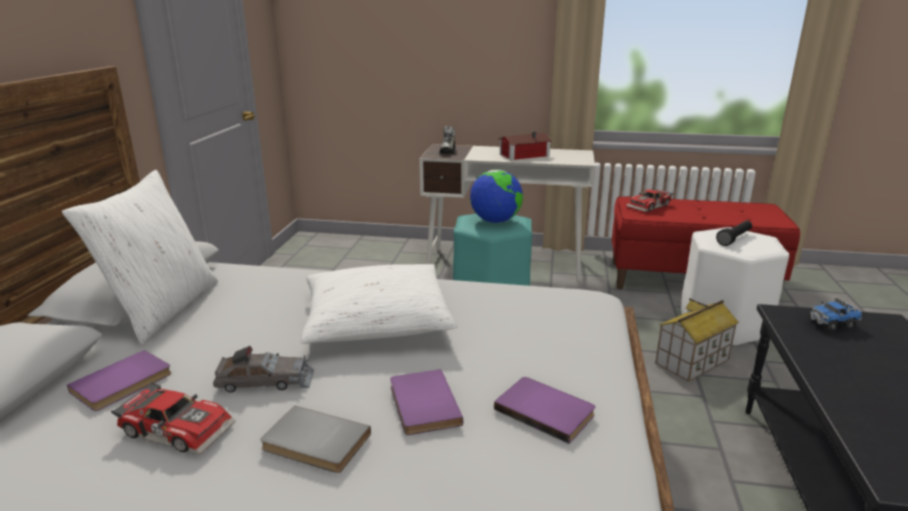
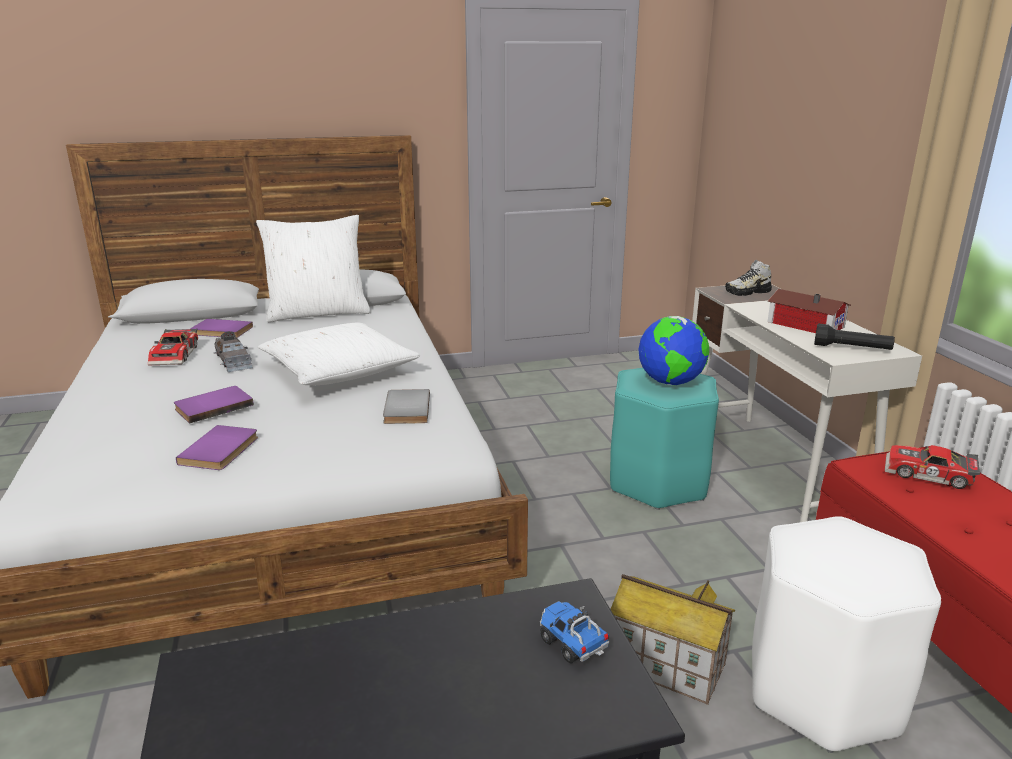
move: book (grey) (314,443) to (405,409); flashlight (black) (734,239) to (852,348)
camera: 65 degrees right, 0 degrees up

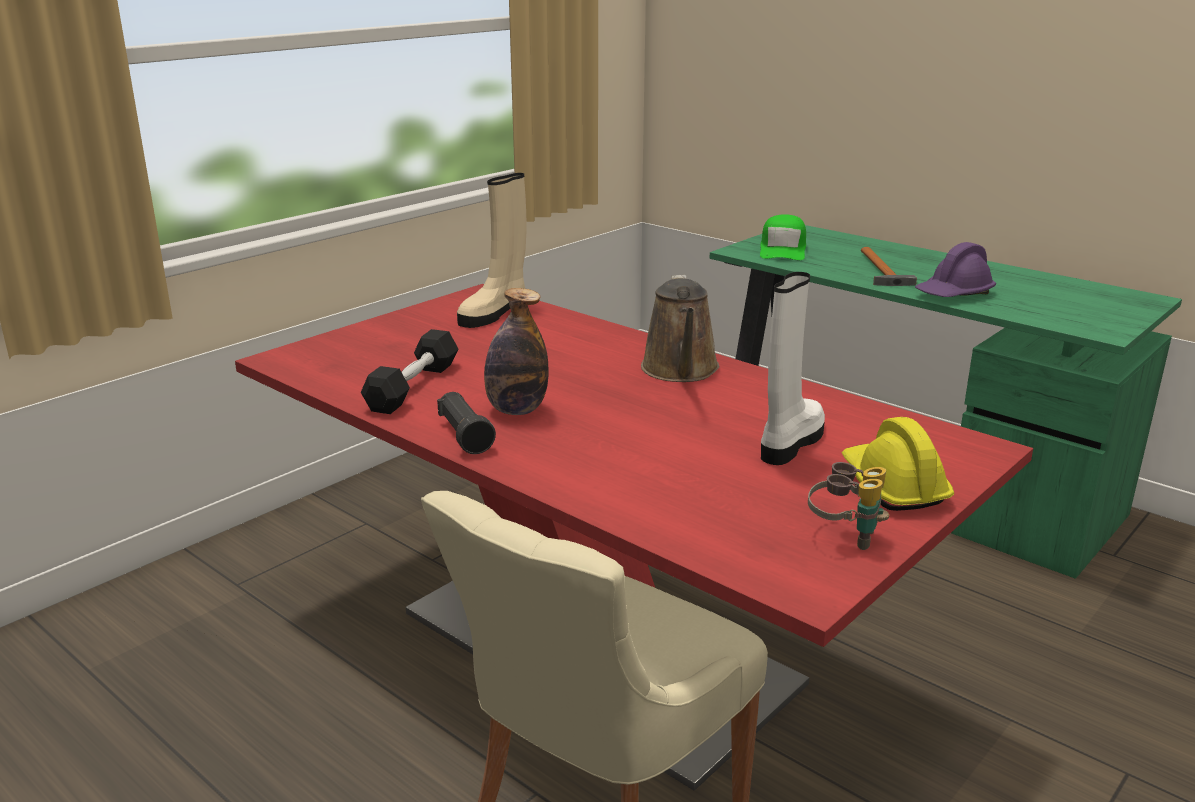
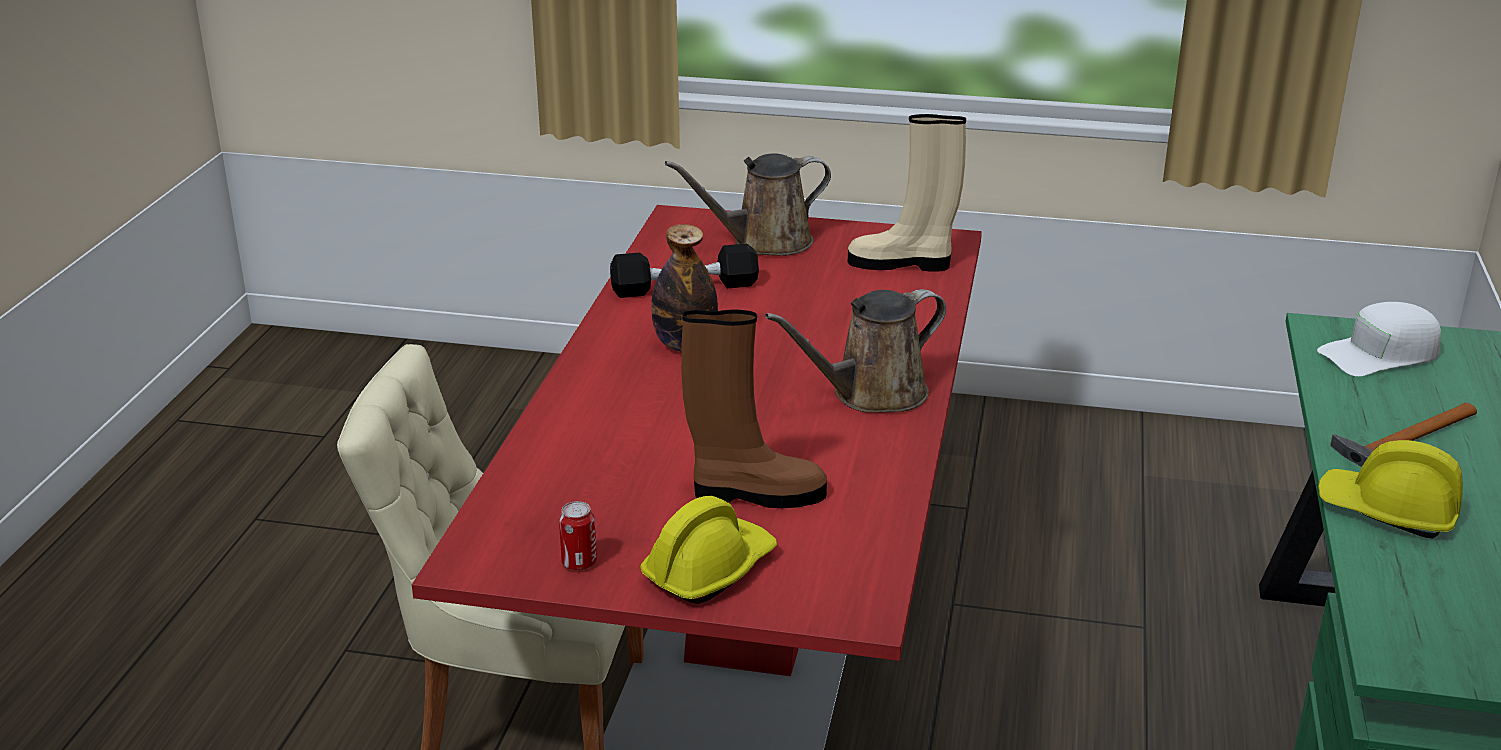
delete: flashlight (black) (464,436)
insert: watering can (brown) (765,242)
replace: binoculars (845,536) to can (579,562)
recolor: boot (white) (790,442) to boot (brown) (755,494); cap (green) (783,249) to cap (white) (1380,354); hard hat (purple) (954,294) to hard hat (yellow) (1387,512)
camera: 60 degrees right, 5 degrees up

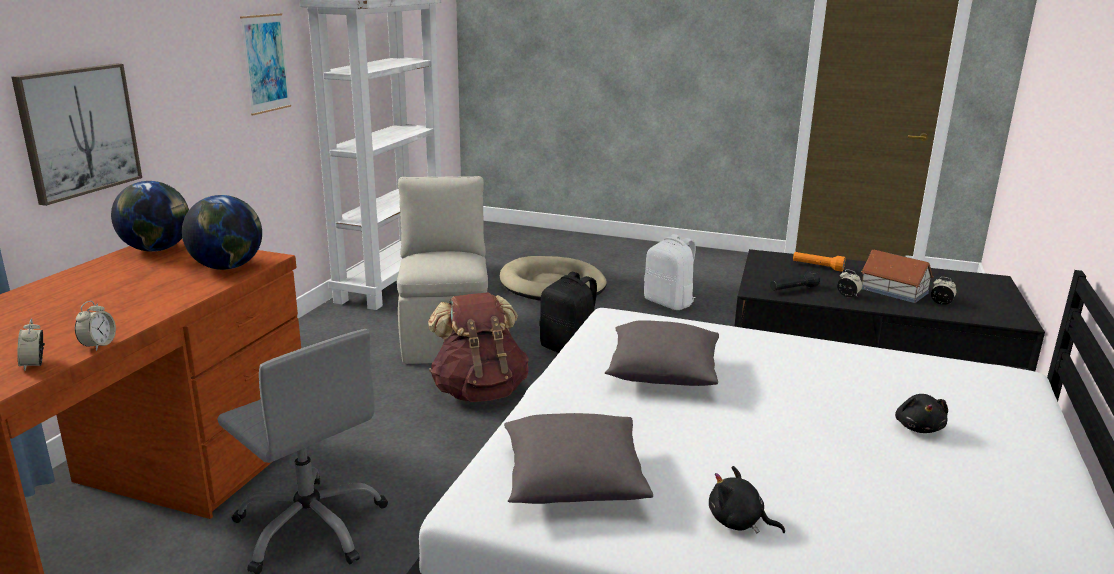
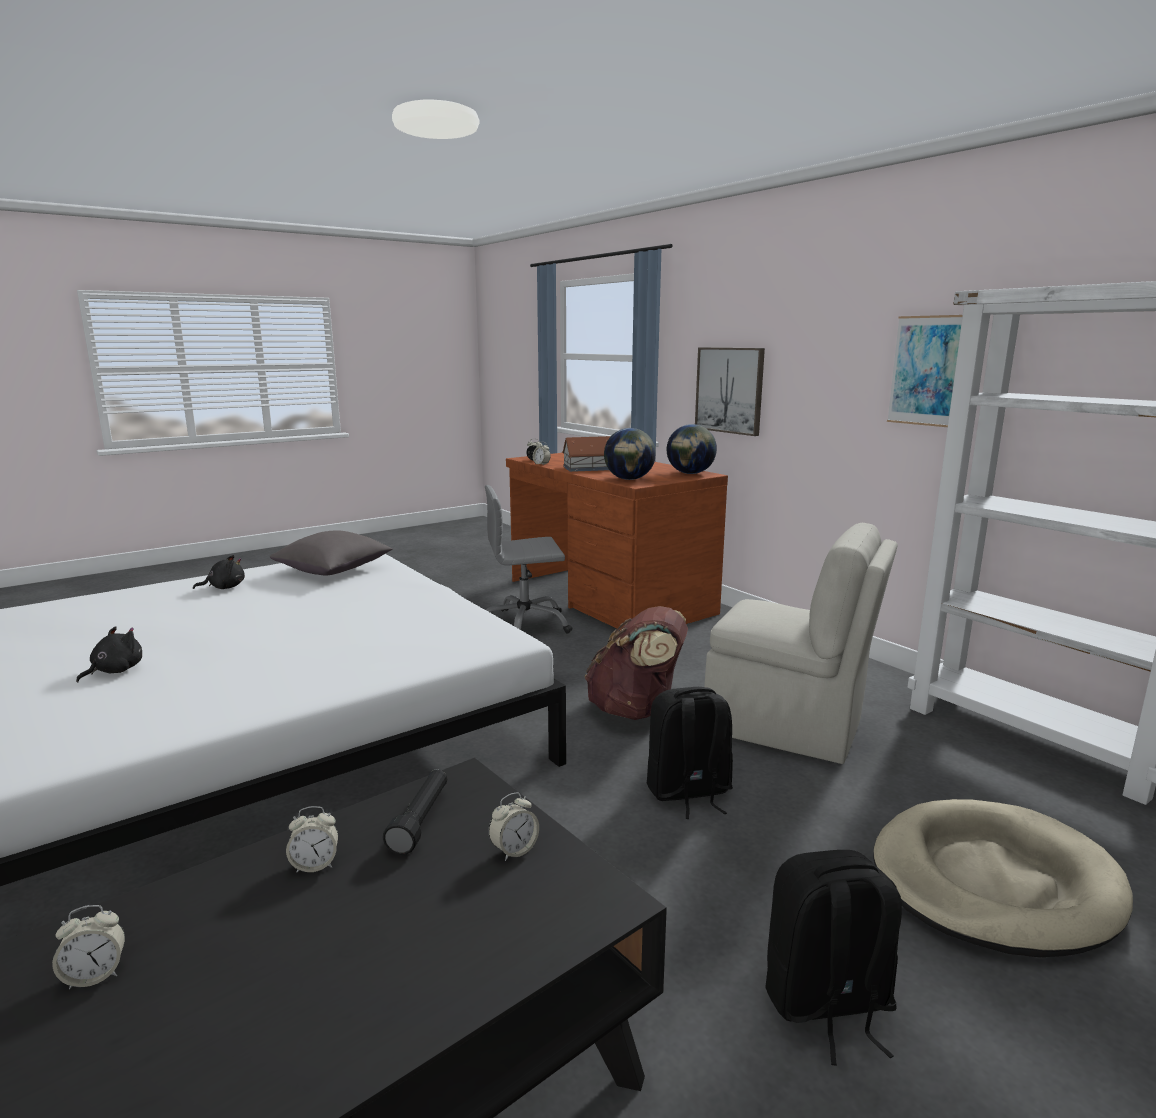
delete: pillow (grey) (662,374); flashlight (orange) (817,267)
insert: alarm clock (514,850)
move: toy house (893,290) to (589,468)
recolor: backpack (white) (669,303) to backpack (black) (827,1004)
rotate: plush toy (black) (918,427) = (115,671) 75 degrees clockwise
camera: 125 degrees right, 5 degrees down

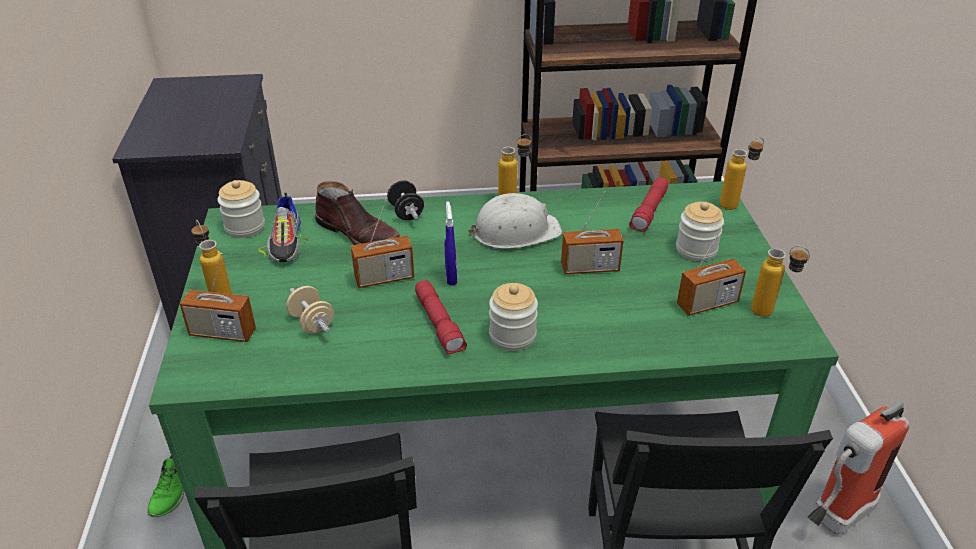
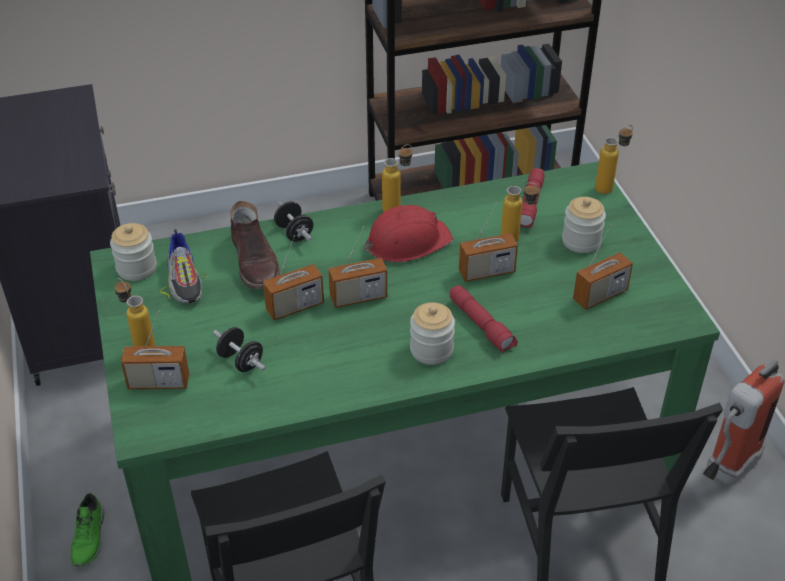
move: flashlight (red) (440,324) to (482,325); bottle (770,314) to (517,241)
replace: spray bottle (blue) (451,277) to radio (358,297)
recolor: dumbbell (beige) (312,323) to dumbbell (black) (241,361); hard hat (white) (515,231) to hard hat (red) (407,241)
rotate: boot (brown) (360,234) = (255,262) 45 degrees clockwise
camera: 10 degrees left, 5 degrees up

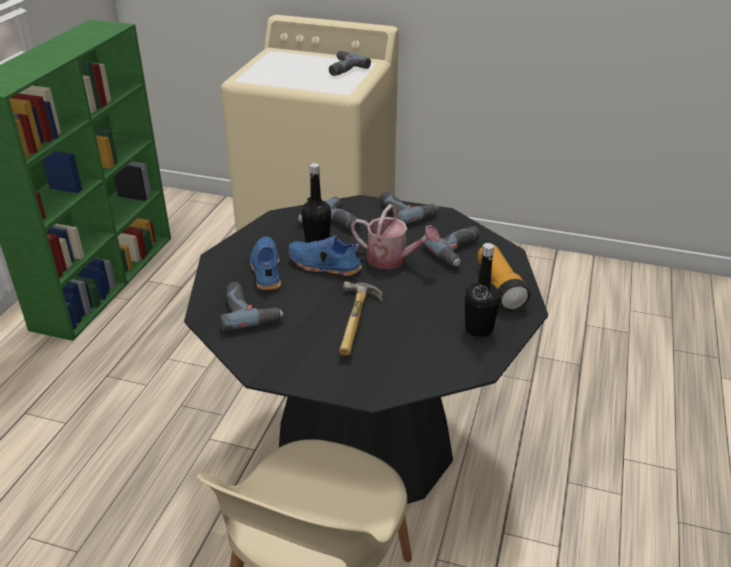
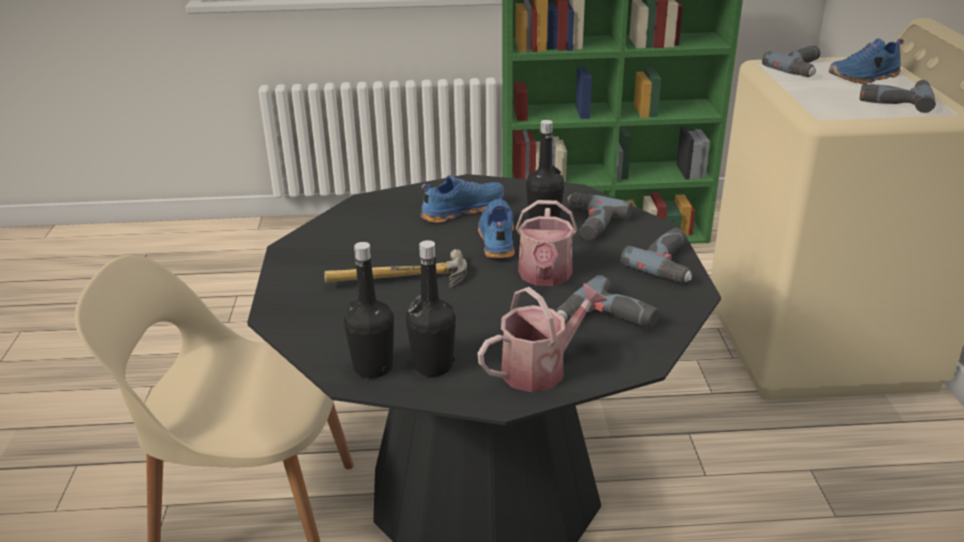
insert: bottle (black) (373,367); shoe (blue) (864,78)
move: power drill (250,311) to (803,68)
replace: flashlight (499,288) to watering can (541,368)
camera: 70 degrees right, 5 degrees down

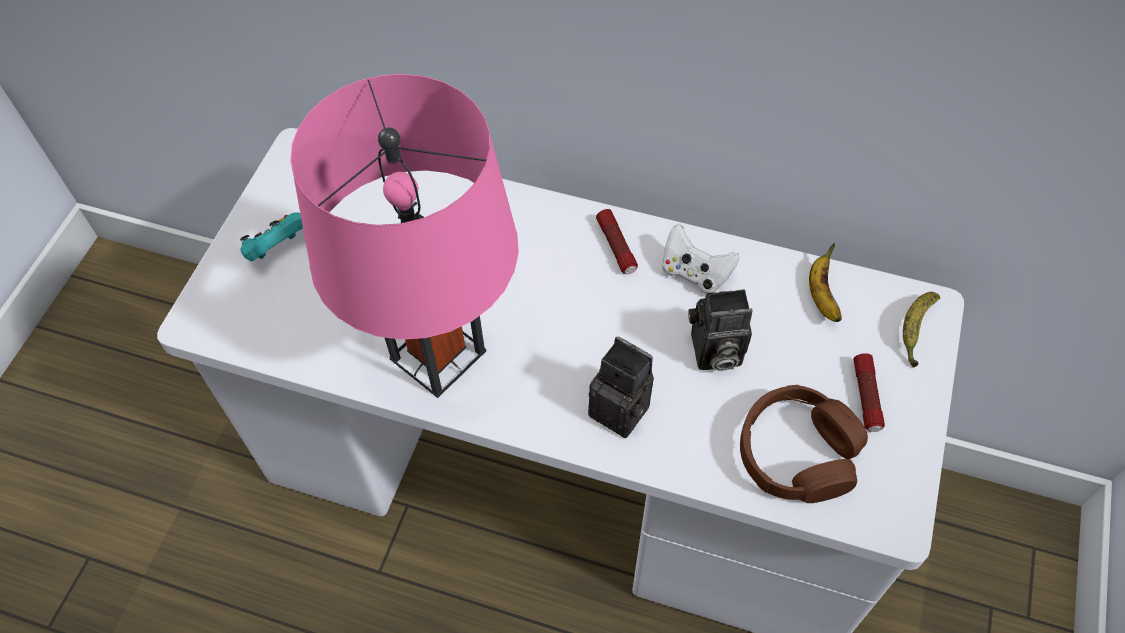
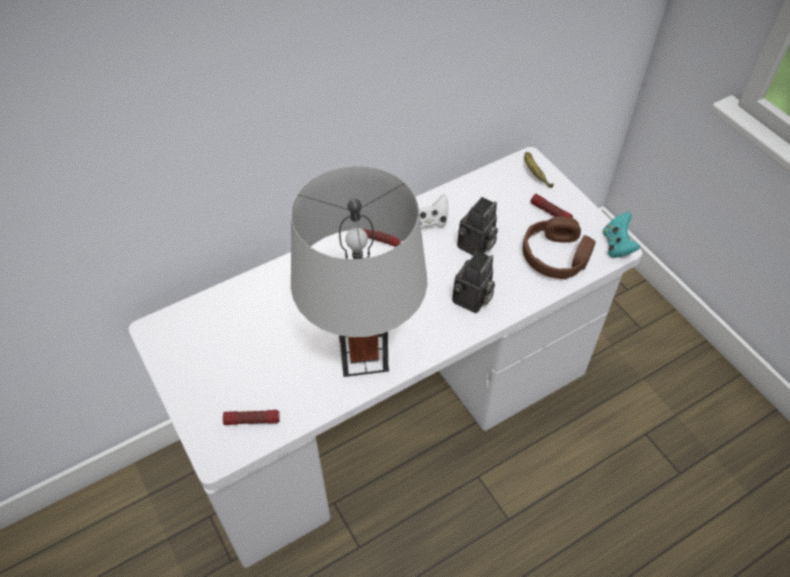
delete: banana (821,295)
insert: flashlight (252,420)
move: game controller (turquoise) (278,248) to (617,245)
recolor: table lamp (pink) (438,354) to table lamp (grey) (363,354)
rotate: photo camera (624,409) = (472,301) 135 degrees clockwise
camera: 50 degrees left, 5 degrees down

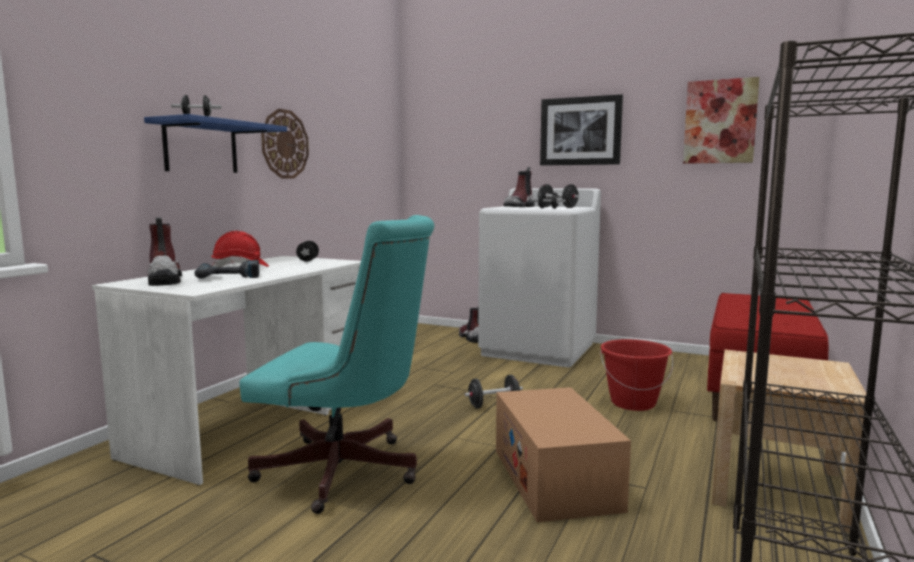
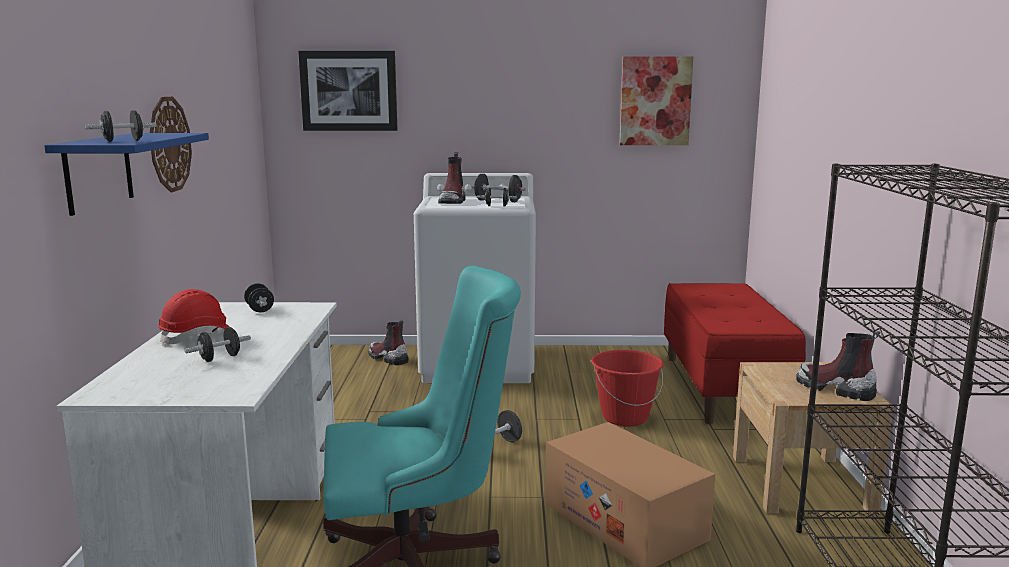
move: picture (580,131) to (349,91); boot (164,280) to (834,389)
replace: power drill (228,276) to dumbbell (black) (220,358)
camera: 25 degrees left, 5 degrees up

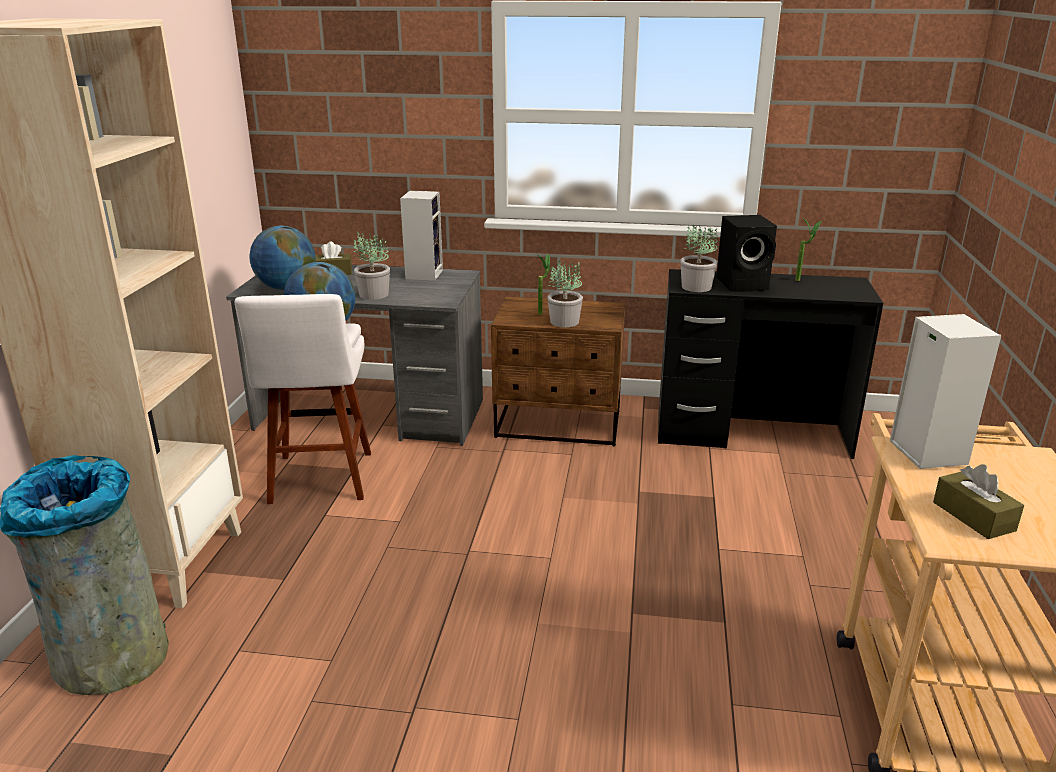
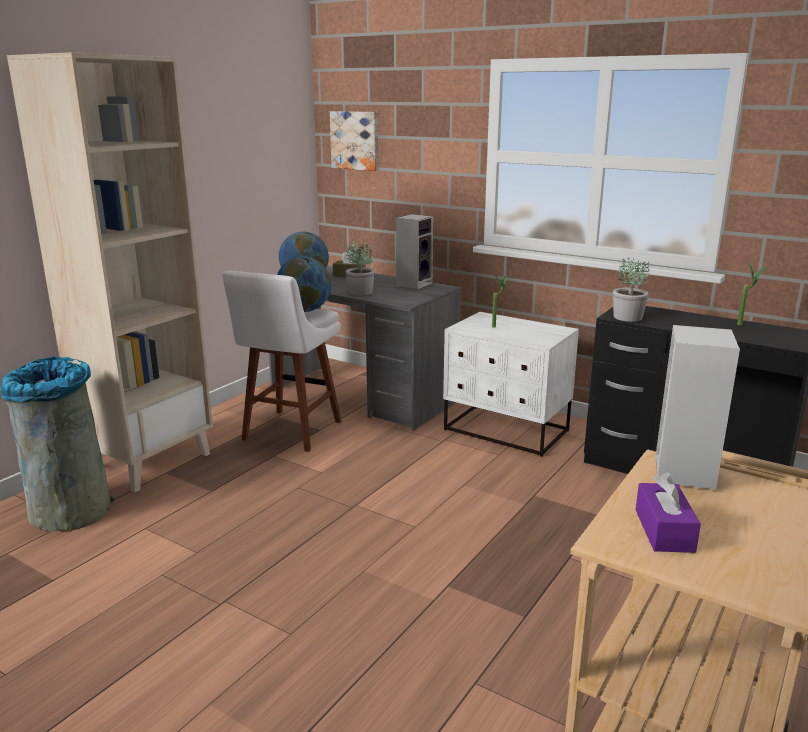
delete: potted plant (565,322); speaker (black) (744,284)
insert: picture (356,140)
recolor: nightstand (brown) (559,425) to nightstand (white) (506,431); tissue box (brown) (973,516) to tissue box (purple) (664,530)
camera: 25 degrees right, 5 degrees down

